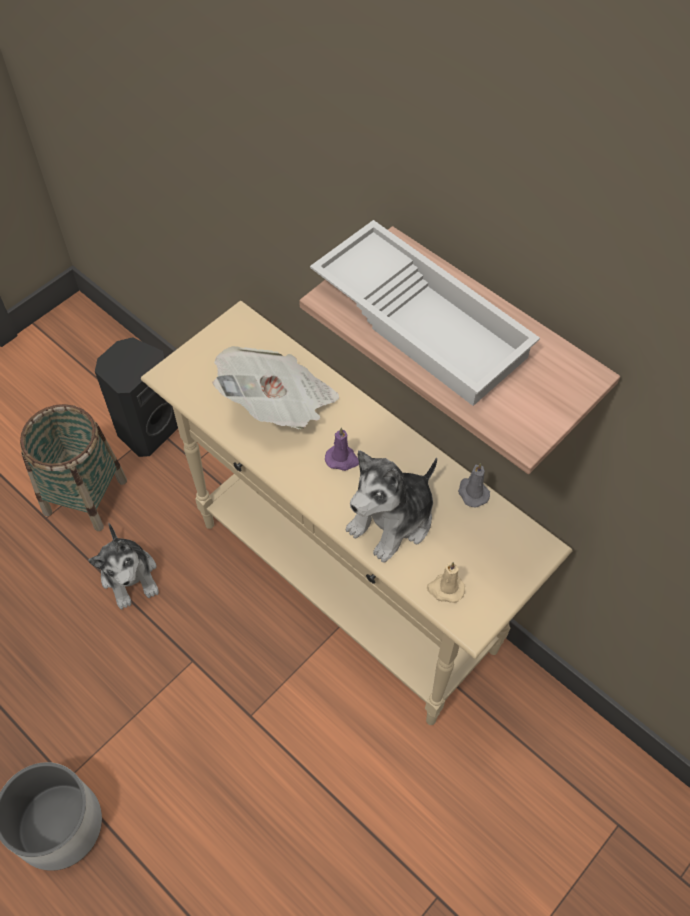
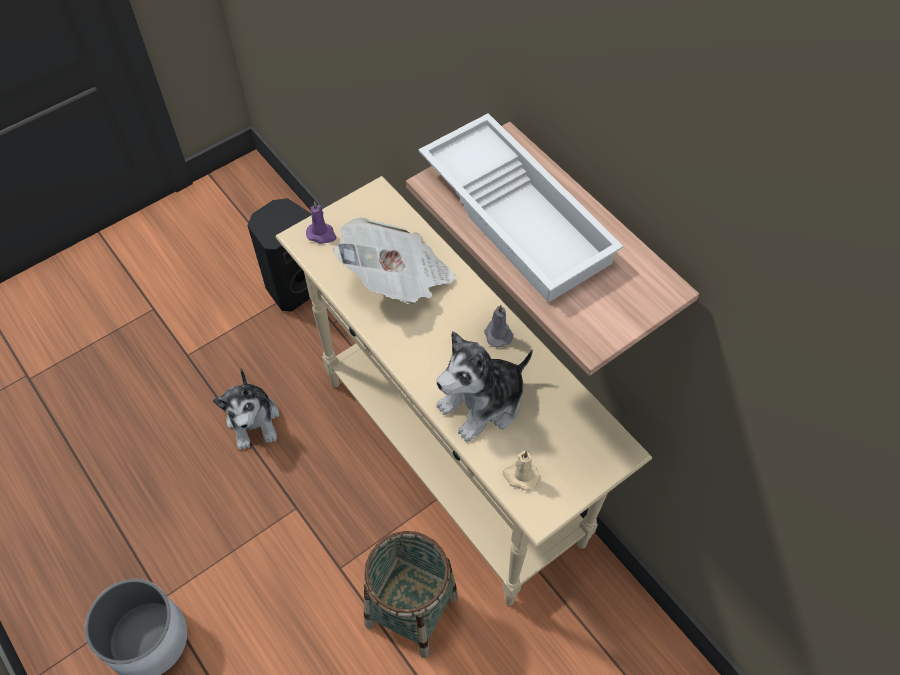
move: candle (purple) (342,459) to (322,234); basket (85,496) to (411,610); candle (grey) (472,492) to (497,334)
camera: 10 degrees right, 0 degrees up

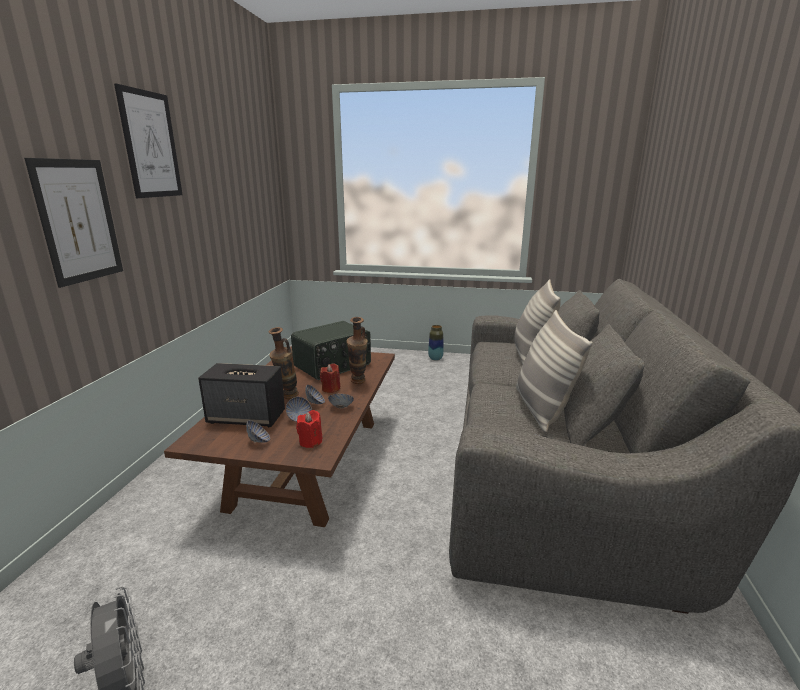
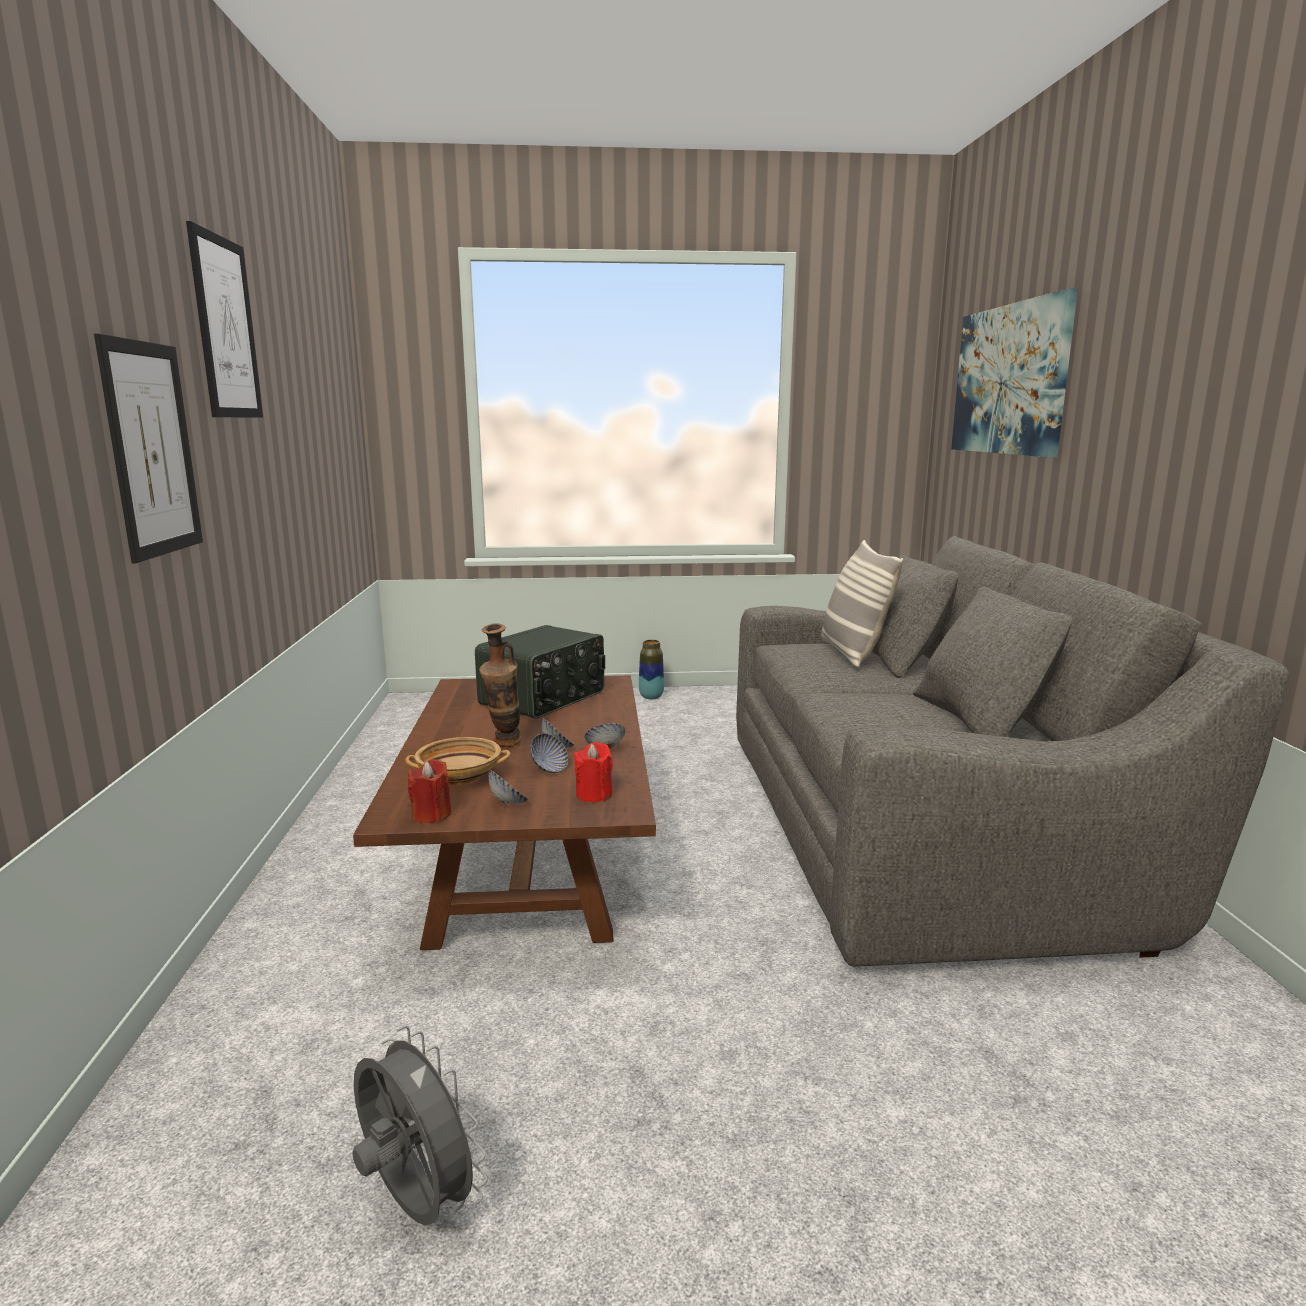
delete: vase (358,383); pillow (541,409)
insert: picture (1009,380)
move: candle (red) (331,389) to (431,815)
replace: speaker (247,417) to bowl (beige) (460,777)
camera: 15 degrees left, 5 degrees down

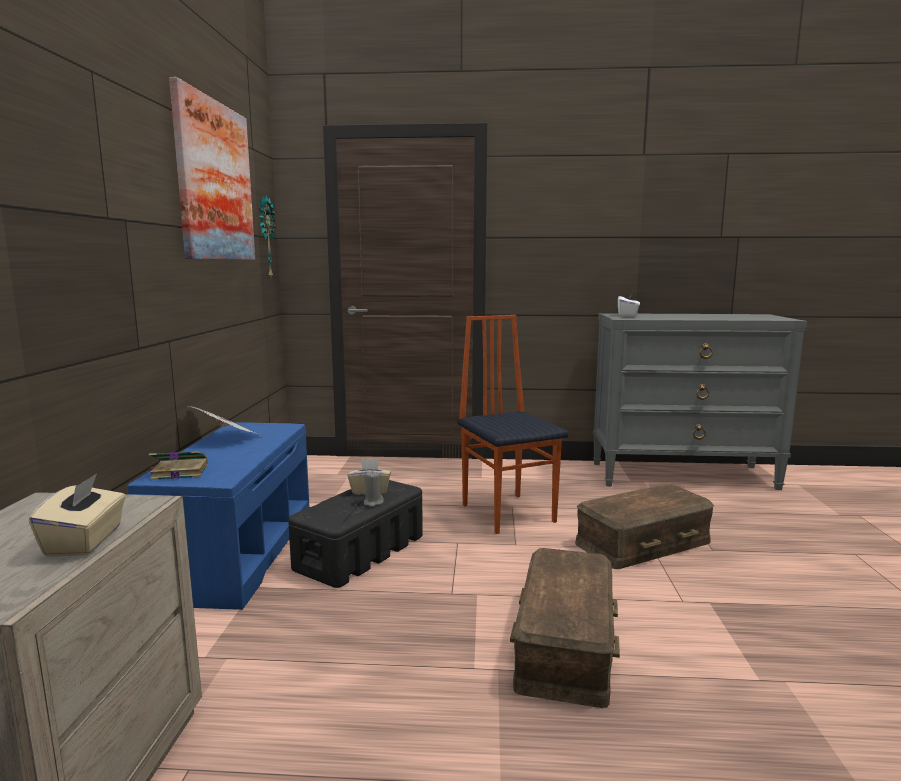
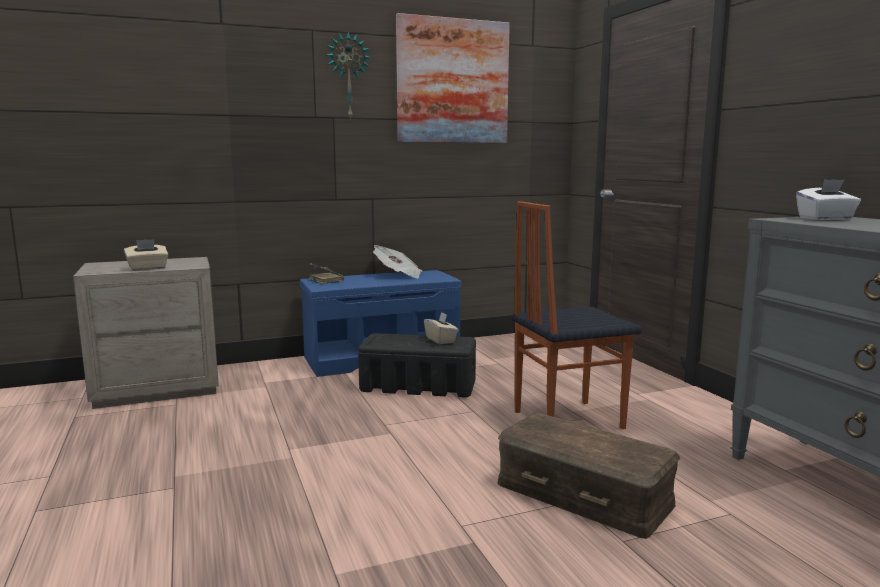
delete: candle (grey) (373,503); storage box (brown) (567,643)
move: wall clock (265,237) to (348,76)
rotate: chair (509,512) = (566,419) 150 degrees counterclockwise
camera: 65 degrees right, 0 degrees up

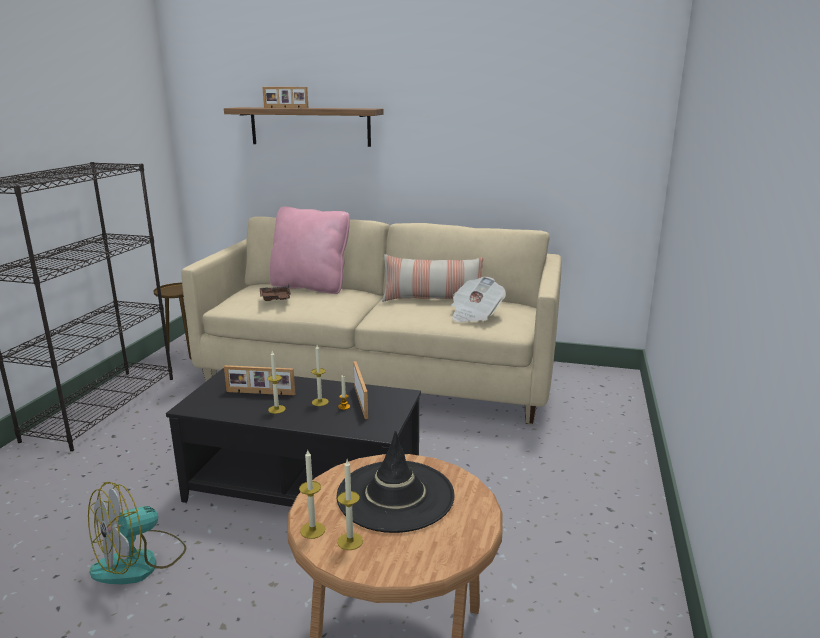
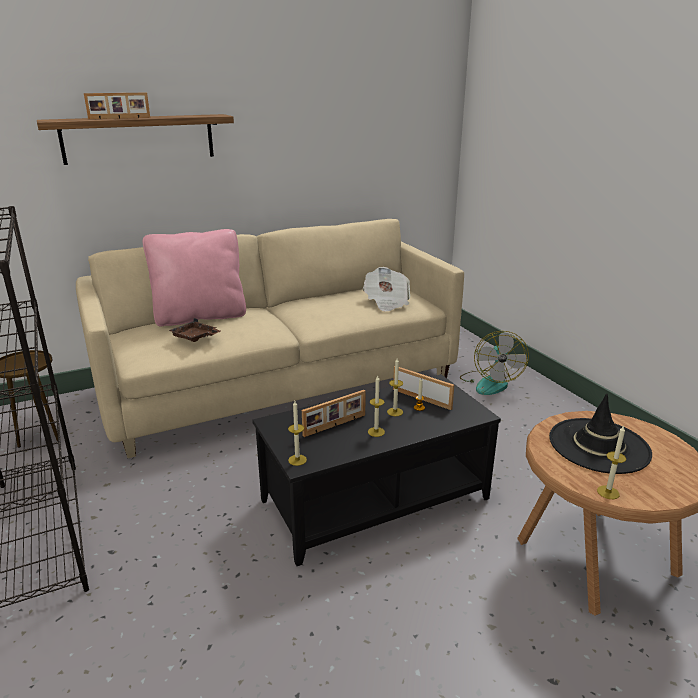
delete: pillow (432,299)
move: candle (350,541) to (297,460); fan (140,562) to (490,383)
camera: 40 degrees left, 5 degrees up

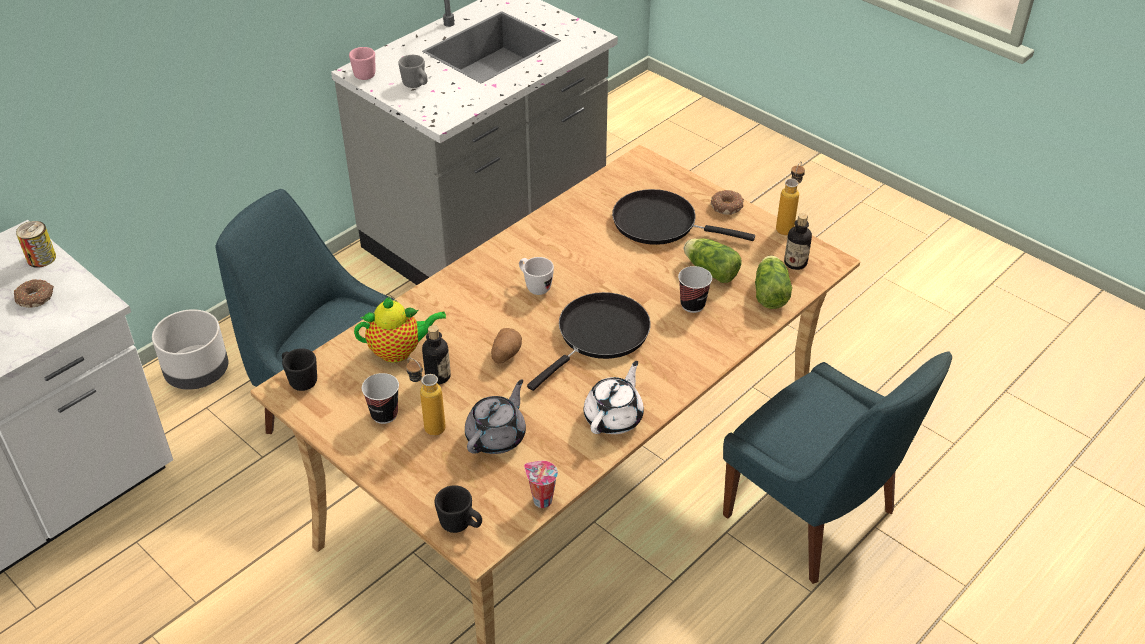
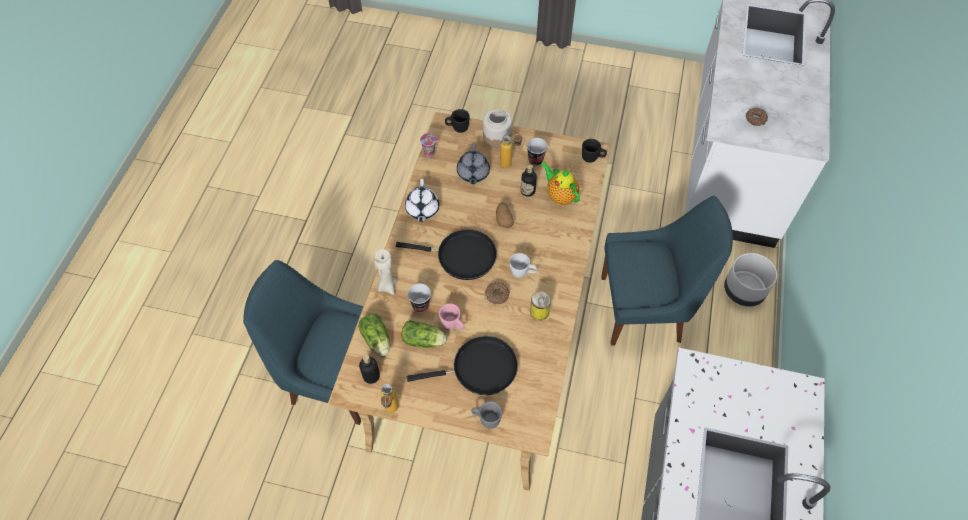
insert: candle (beige) (387,286); jar (497,137)
move: mug (pink) (364,73) to (453,325); mug (grey) (416,85) to (486,419); donut (726,206) to (497,295); can (41,258) to (539,312)
rotate: frying pan (black) (599,335) = (462,256) 90 degrees counterclockwise; teapot (399,351) = (560,196) 90 degrees clockwise
camera: 150 degrees right, 15 degrees up

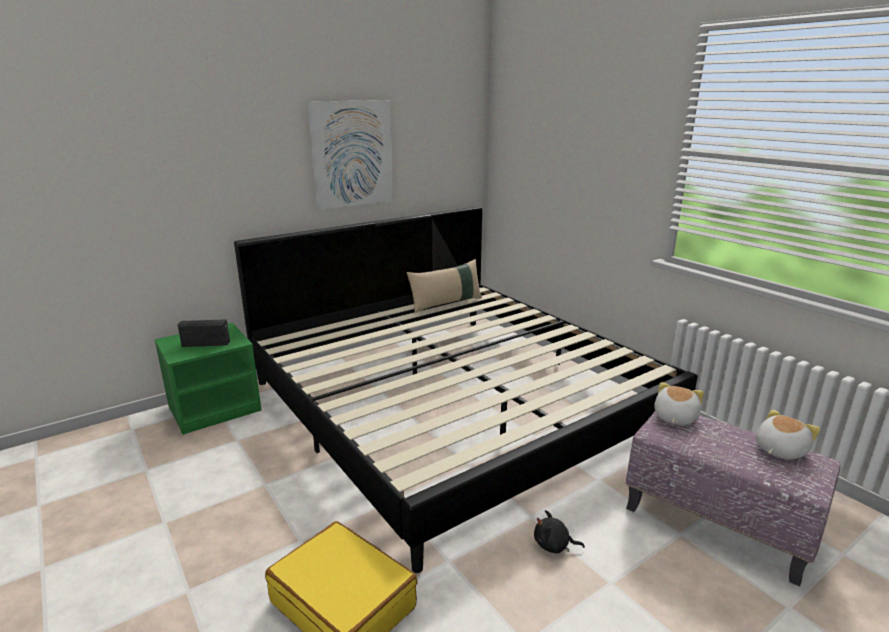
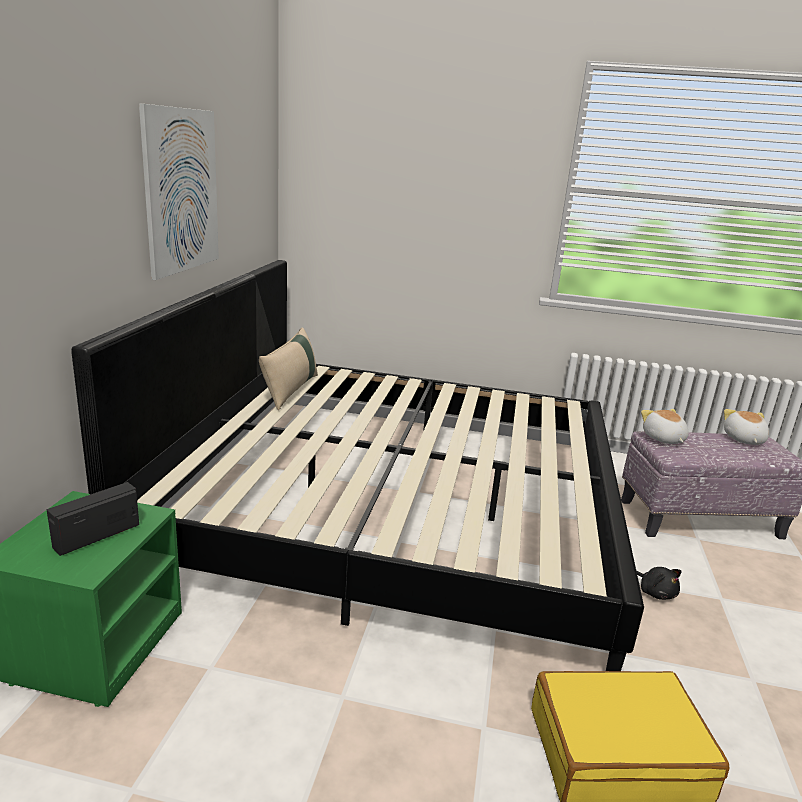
rotate: plush toy (black) (554,545) = (656,592) 90 degrees counterclockwise
camera: 45 degrees left, 0 degrees up

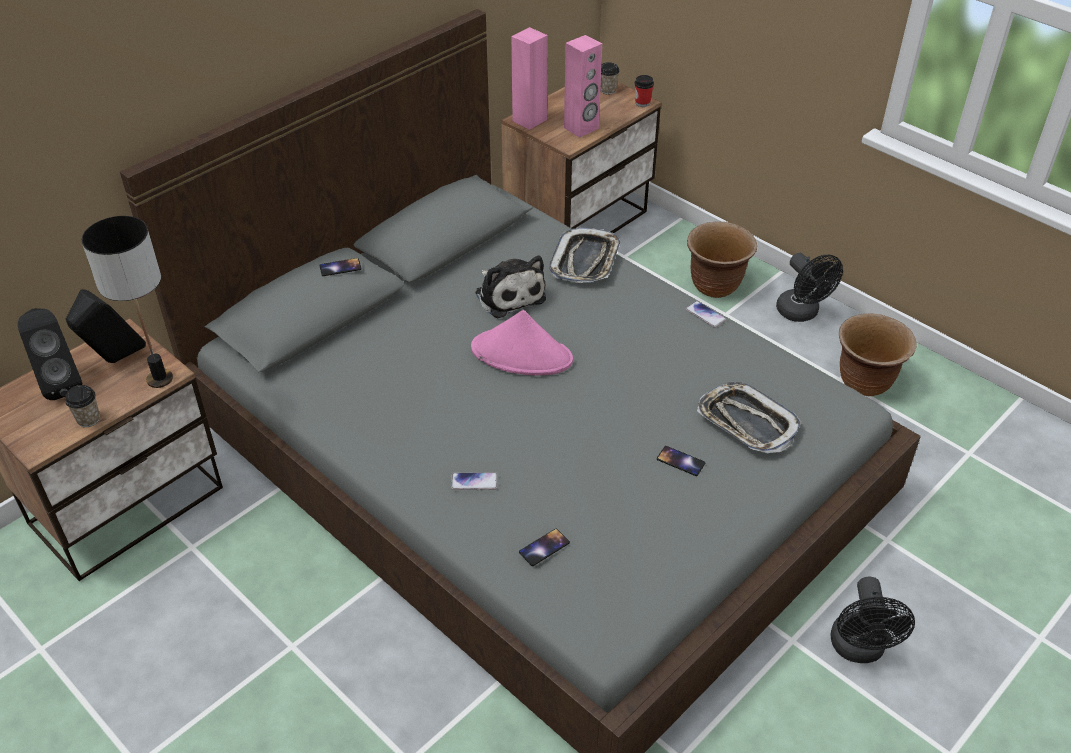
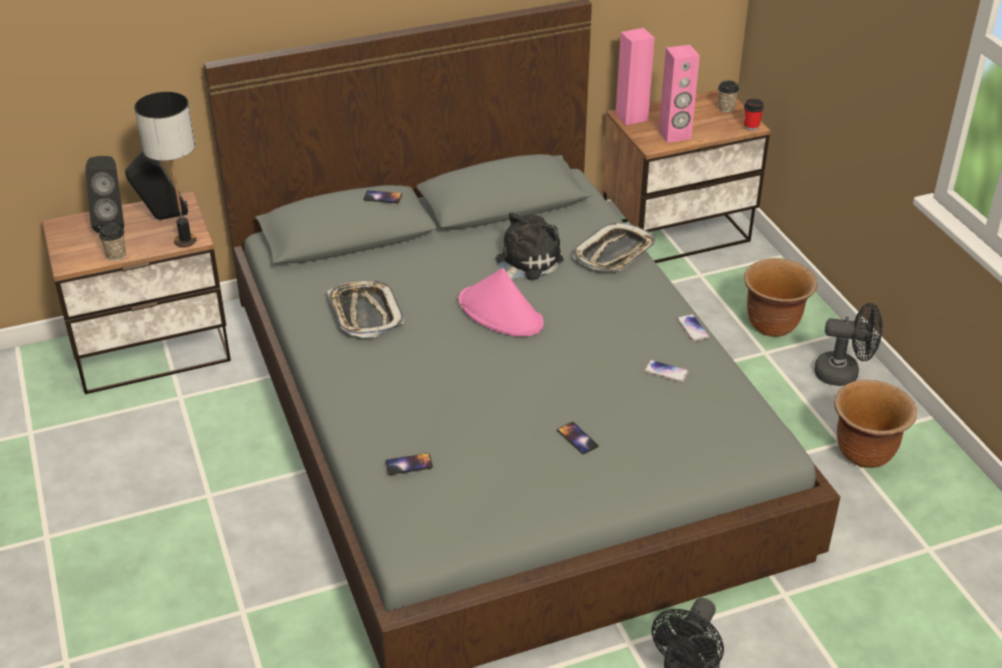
move: tray (746,423) to (365,314); phone (474,482) to (666,372)
rotate: plush toy (508,294) = (525,262) 135 degrees counterclockwise; fan (black) (802,313) = (844,373) 75 degrees counterclockwise
camera: 25 degrees right, 5 degrees down

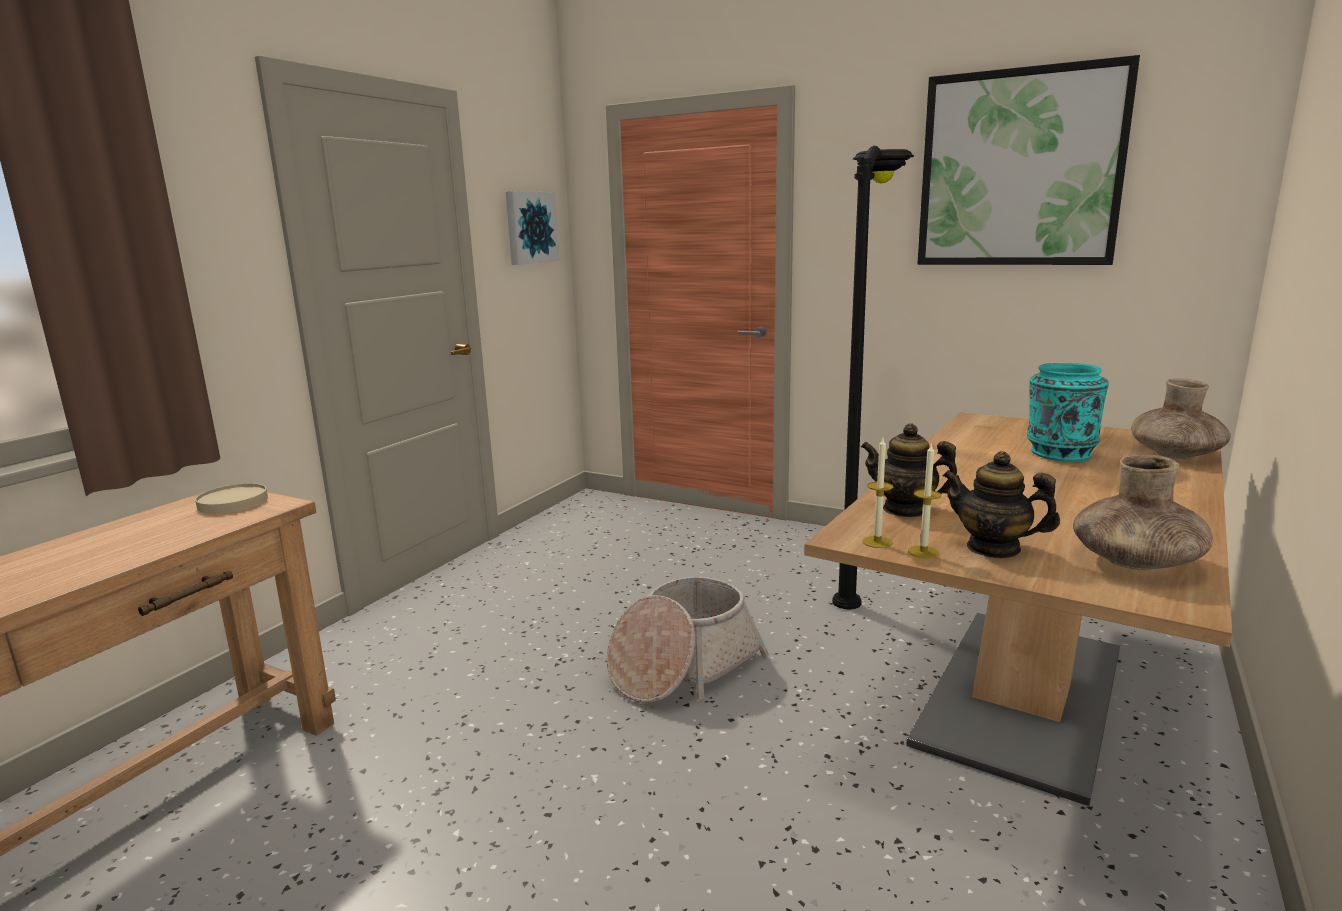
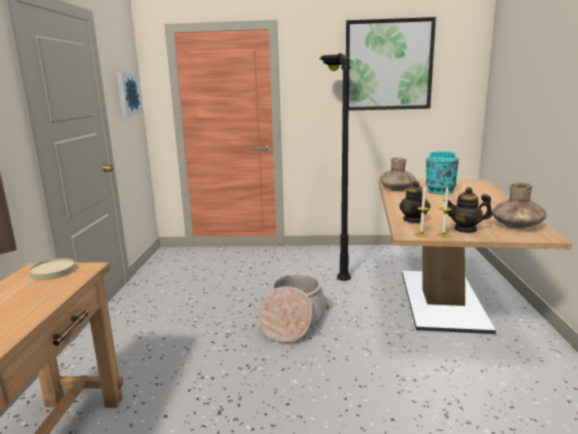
move: vase (brown) (1175,454) to (397,189)
rotate: teapot (906,509) = (414,220) 90 degrees counterclockwise
camera: 25 degrees left, 0 degrees up

